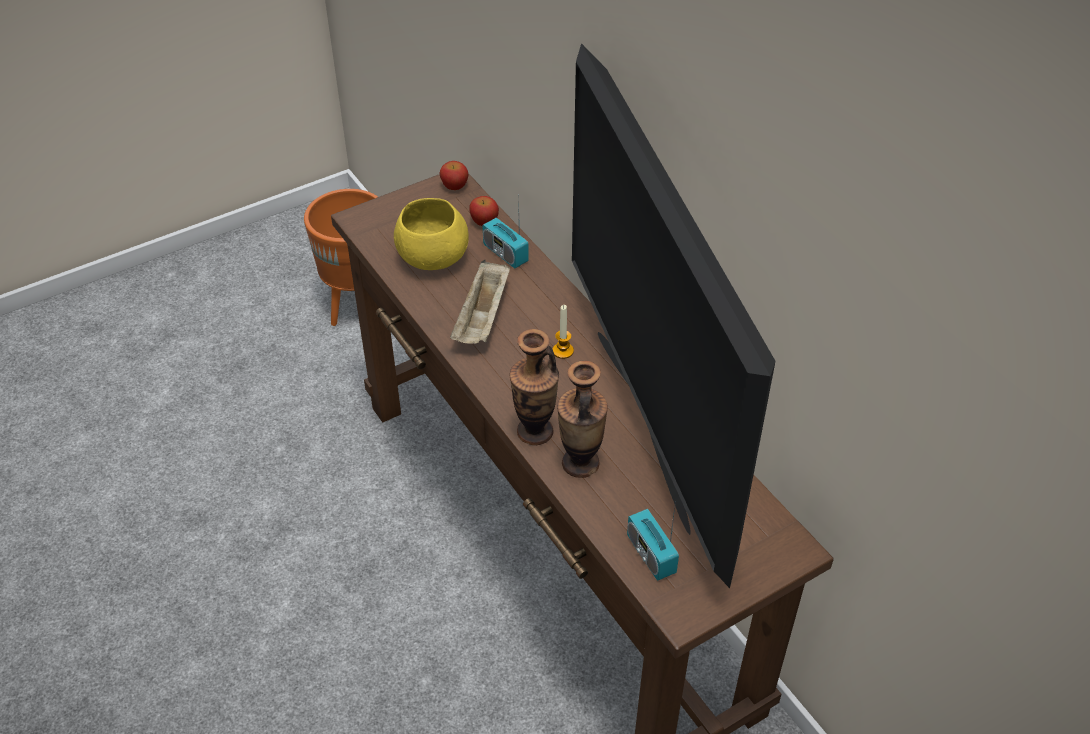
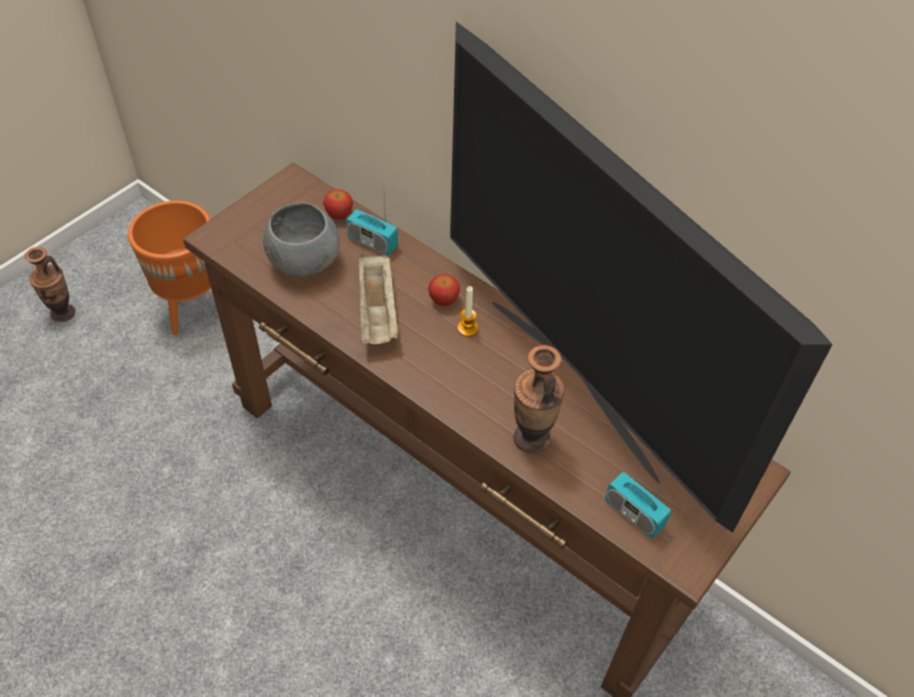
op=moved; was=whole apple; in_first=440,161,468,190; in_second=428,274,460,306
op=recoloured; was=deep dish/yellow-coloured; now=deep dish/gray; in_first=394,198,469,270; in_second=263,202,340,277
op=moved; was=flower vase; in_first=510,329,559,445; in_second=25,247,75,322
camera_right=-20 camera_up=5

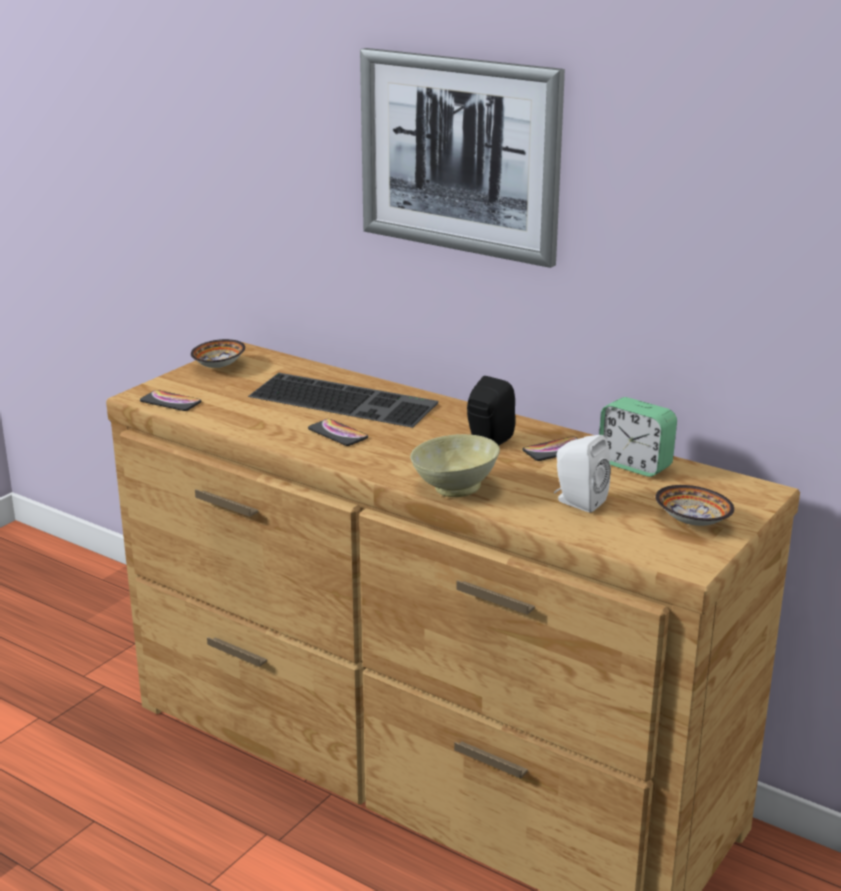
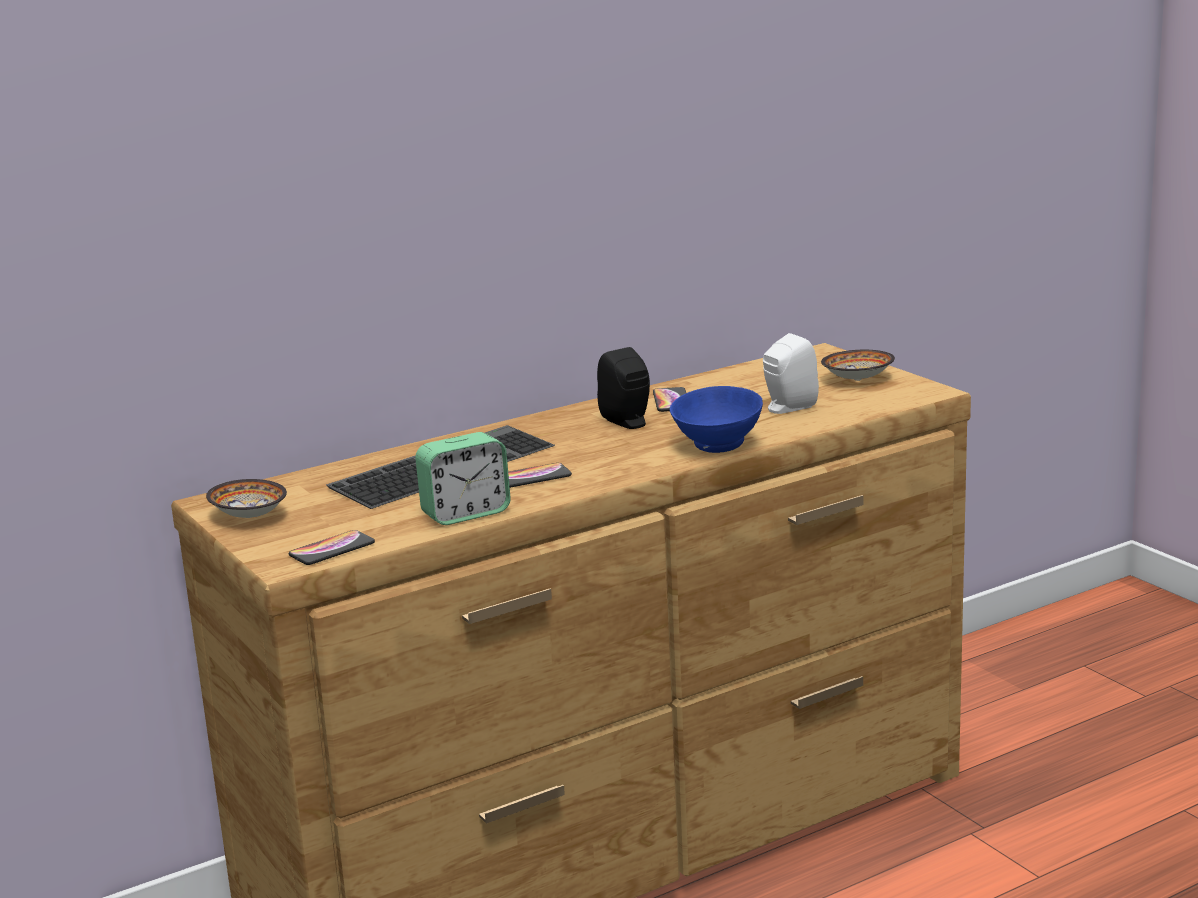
op=removed; was=wall picture; in_first=360,48,565,268
op=moved; was=table clock; in_first=599,397,677,477; in_second=415,432,511,525
op=recoloured; was=deep dish/beige-coloured; now=deep dish/blue; in_first=410,434,500,497; in_second=670,386,763,453
camera_right=-65 camera_up=-5

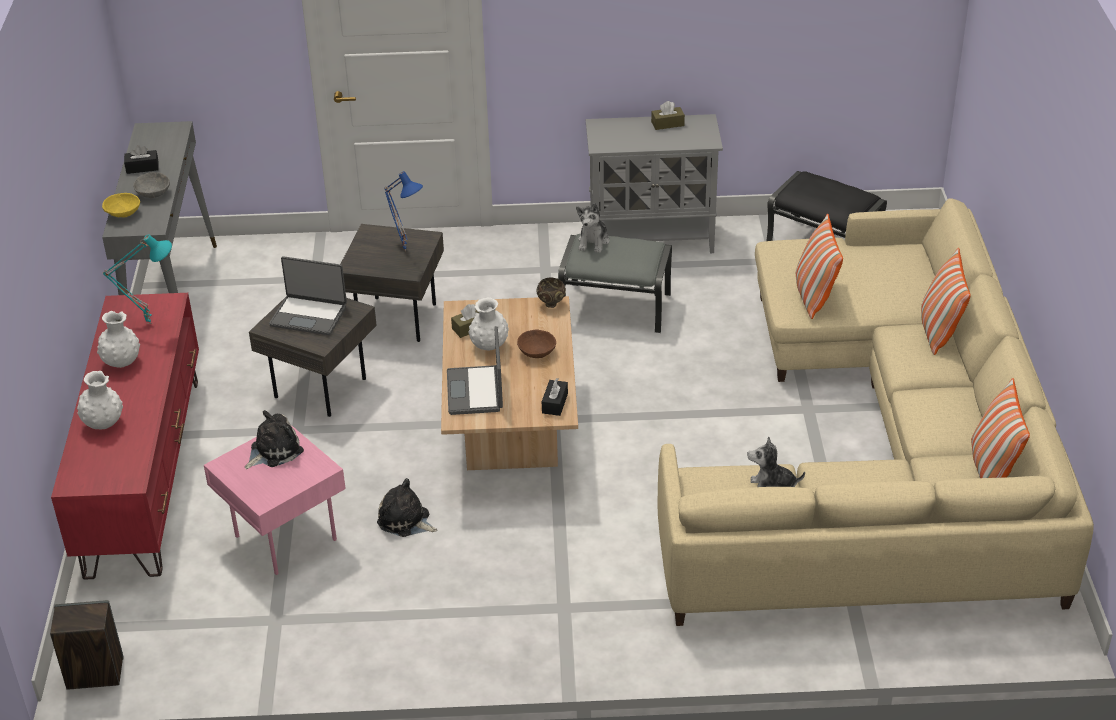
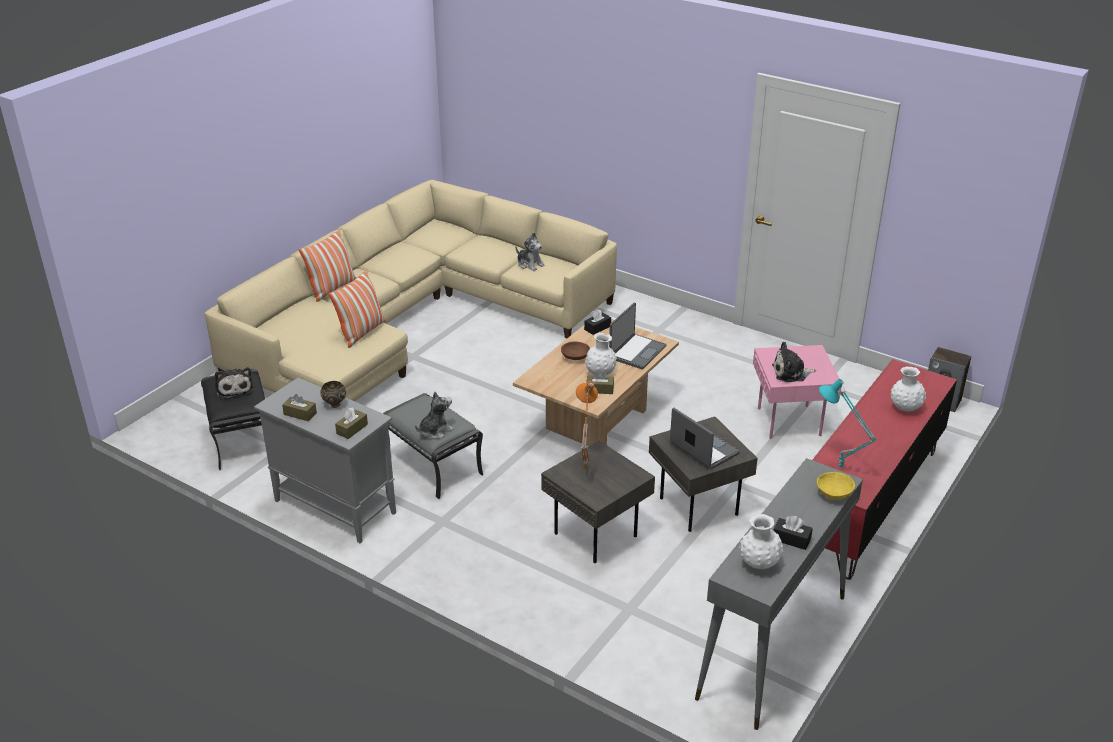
op=recoloured; was=table lamp/blue; now=table lamp/orangey; in_first=384,171,423,251; in_second=576,381,598,471
op=removed; was=deep dish/gray; in_first=133,172,170,198
op=moved; was=deep dish/brownish; in_first=537,278,566,308; in_second=320,381,346,408
op=moved; was=flower vase/white; in_first=97,311,140,368; in_second=739,514,784,569
op=removed; was=cushion; in_first=971,378,1030,478
op=moved; was=plush toy; in_first=377,478,437,537; in_second=215,367,254,400
op=added; now=tissue holder/brownish; in_second=335,408,368,439
camera_right=-145 camera_up=-5

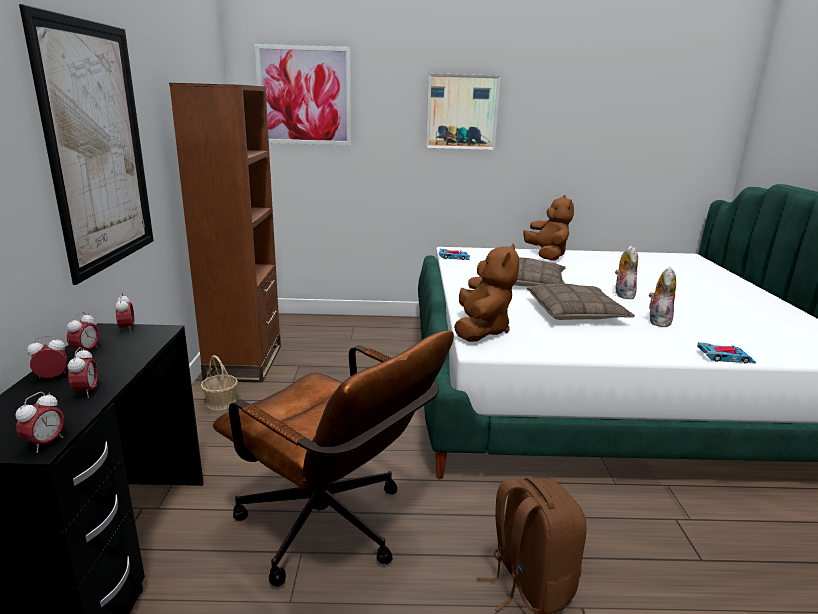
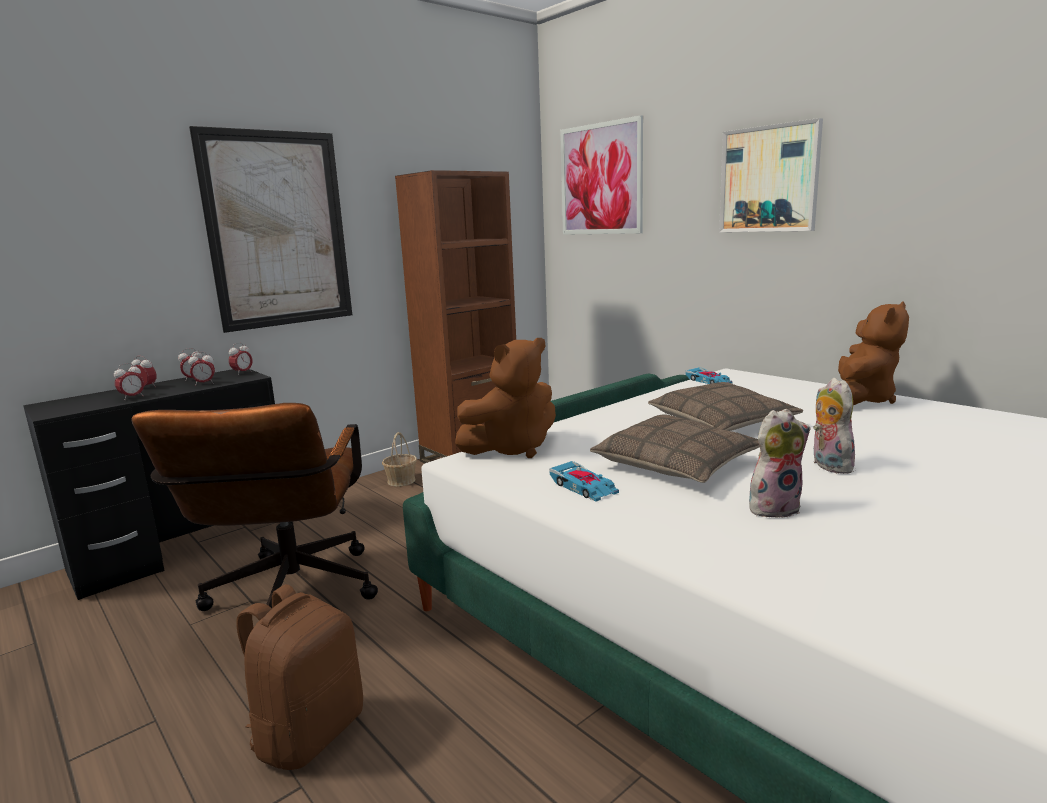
op=turned; was=plush toy; in_first=615,246,638,299; in_second=813,378,858,474; clockwise=-60
op=moved; was=toy car; in_first=697,342,756,363; in_second=549,461,619,502
op=moved; was=table clock; in_first=15,392,64,453; in_second=188,352,215,386
camera_right=50 camera_up=-5

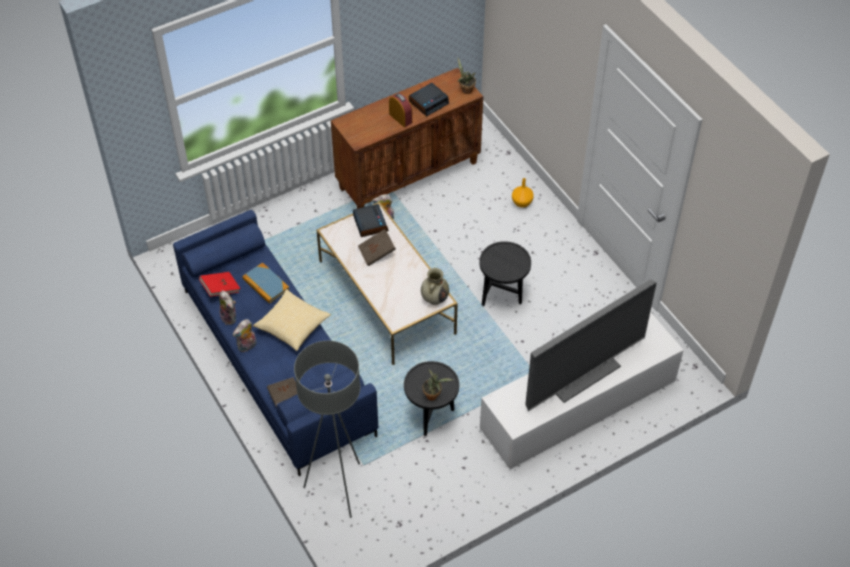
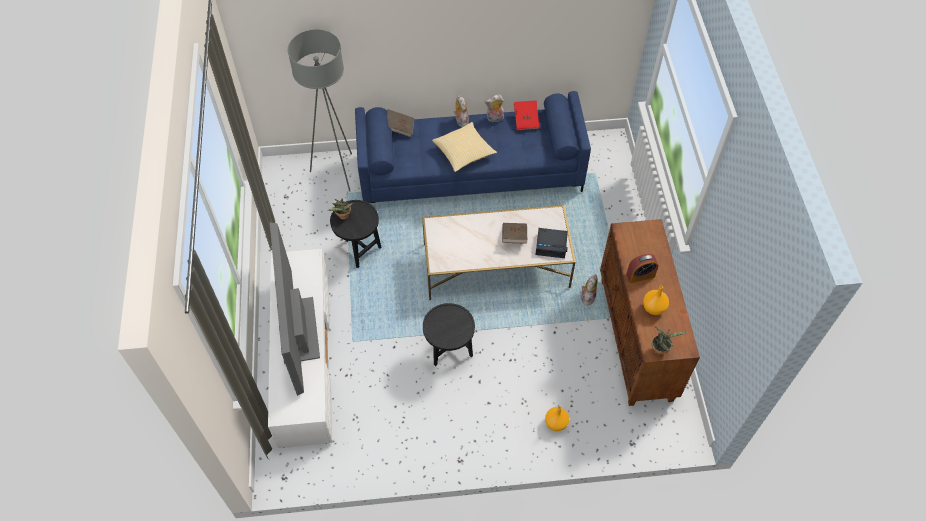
op=replaced; was=table clock; now=flower vase/orangey; in_first=409,83,449,117; in_second=643,286,669,315
op=removed; was=volume; in_first=242,263,290,304
op=removed; was=flower vase/beige-coloured; in_first=421,268,449,305
camera_right=115 camera_up=5

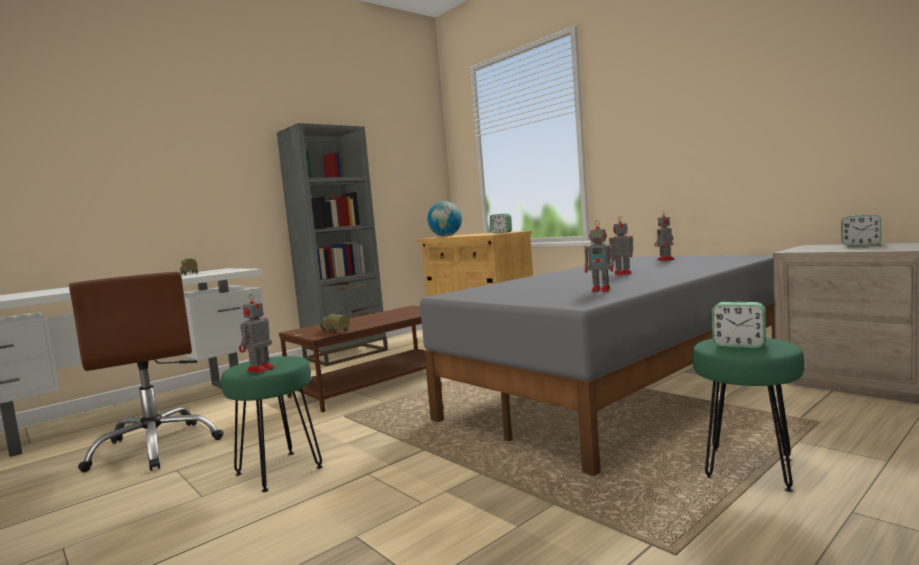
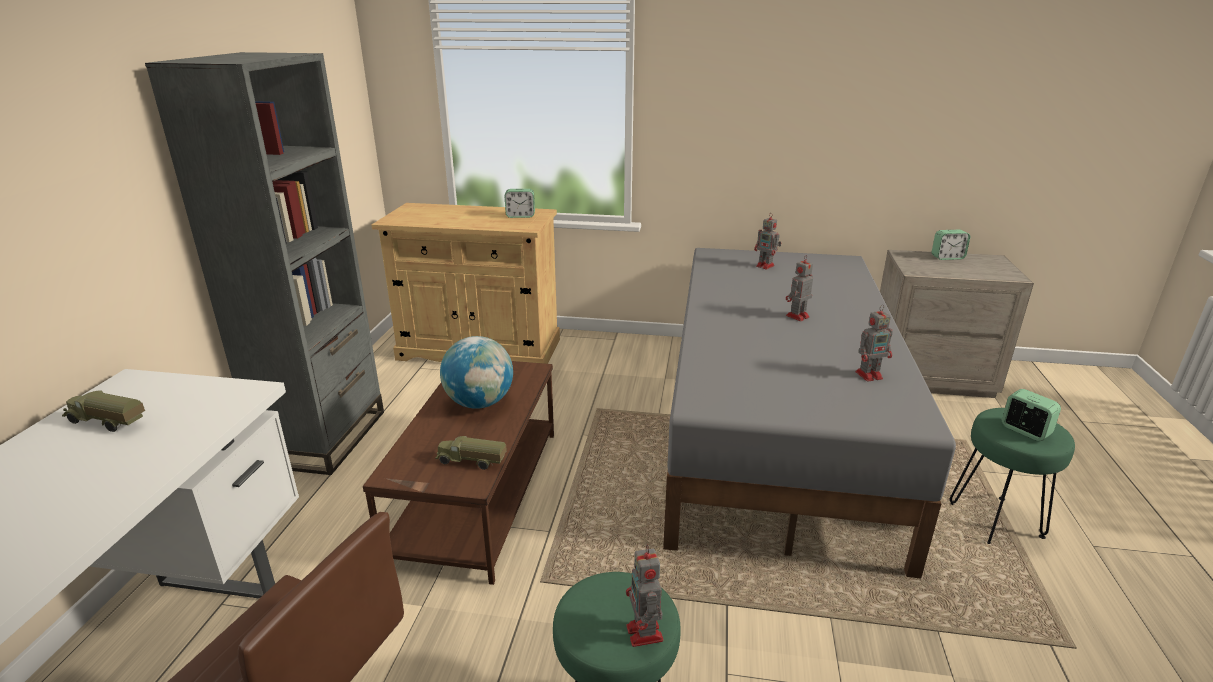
op=moved; was=globe; in_first=427,201,462,236; in_second=440,336,513,409
op=turned; was=table clock; in_first=712,302,766,348; in_second=1002,389,1061,441; clockwise=-120
camera_right=-40 camera_up=20

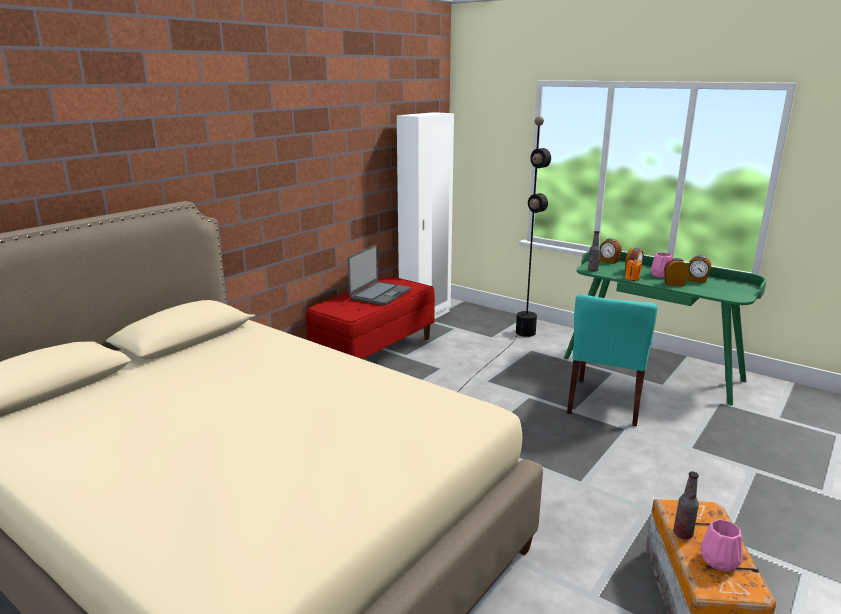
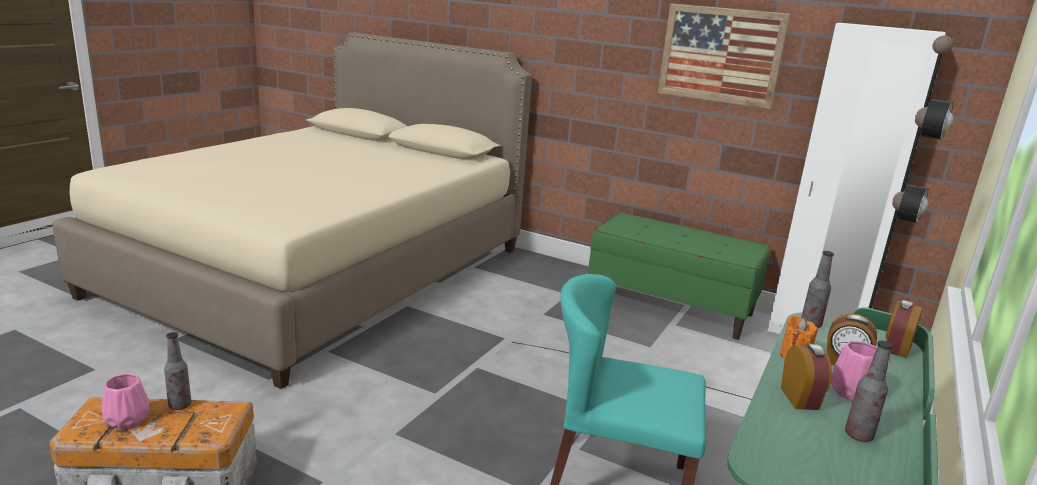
op=removed; was=portable computer; in_first=348,244,411,306
op=replaced; was=table clock; now=drink bottle; in_first=688,255,711,283; in_second=845,341,893,442
op=recoloured; was=long seat/reddish; now=long seat/green-coloured; in_first=306,276,435,359; in_second=588,212,770,340
op=added; now=wall picture; in_second=658,3,790,109
camera_right=80 camera_up=0

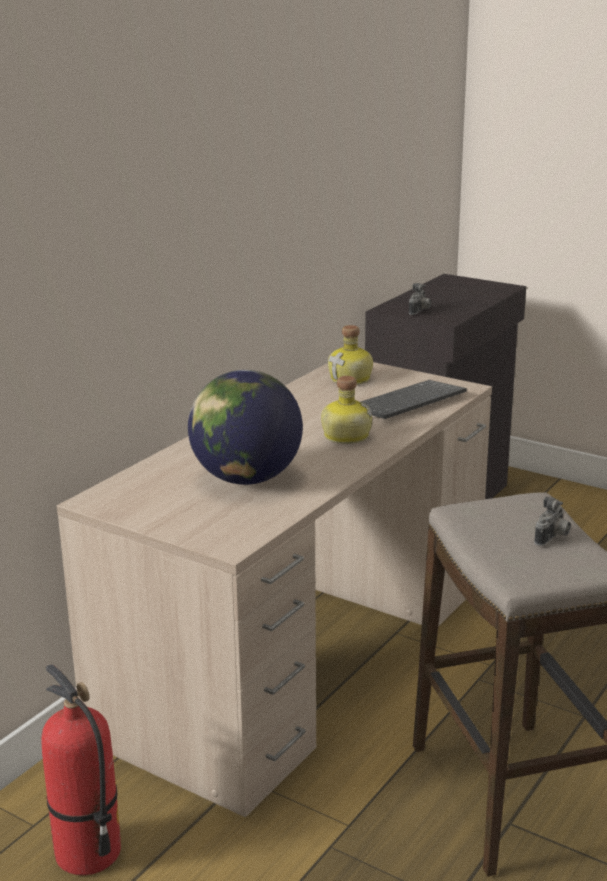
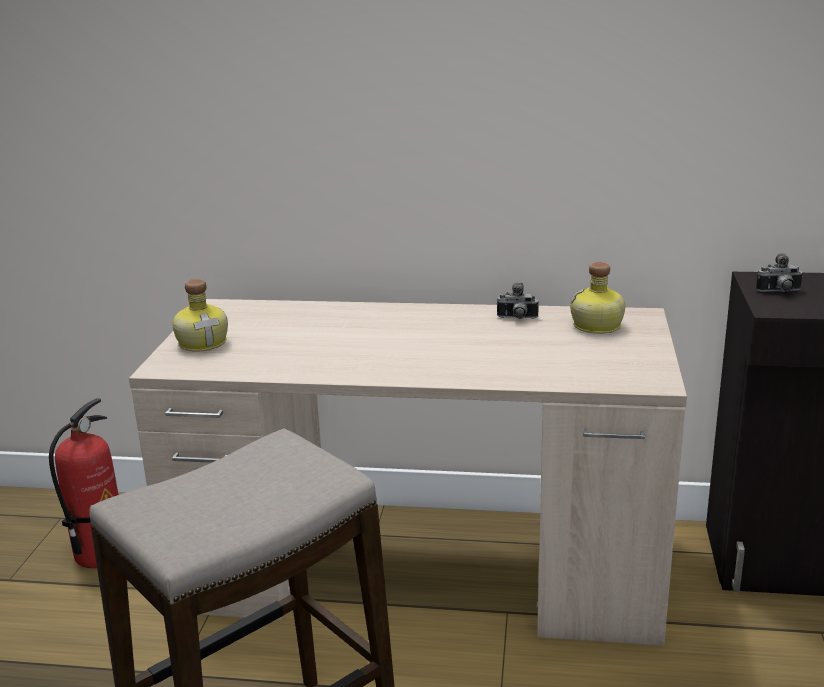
op=removed; was=globe; in_first=188,370,303,485
op=moved; was=drink bottle; in_first=321,376,373,444; in_second=172,279,228,352
op=removed; was=PC keyboard; in_first=361,380,467,419
op=moved; was=photo camera; in_first=534,497,571,546; in_second=496,283,539,319
camera_right=65 camera_up=0

